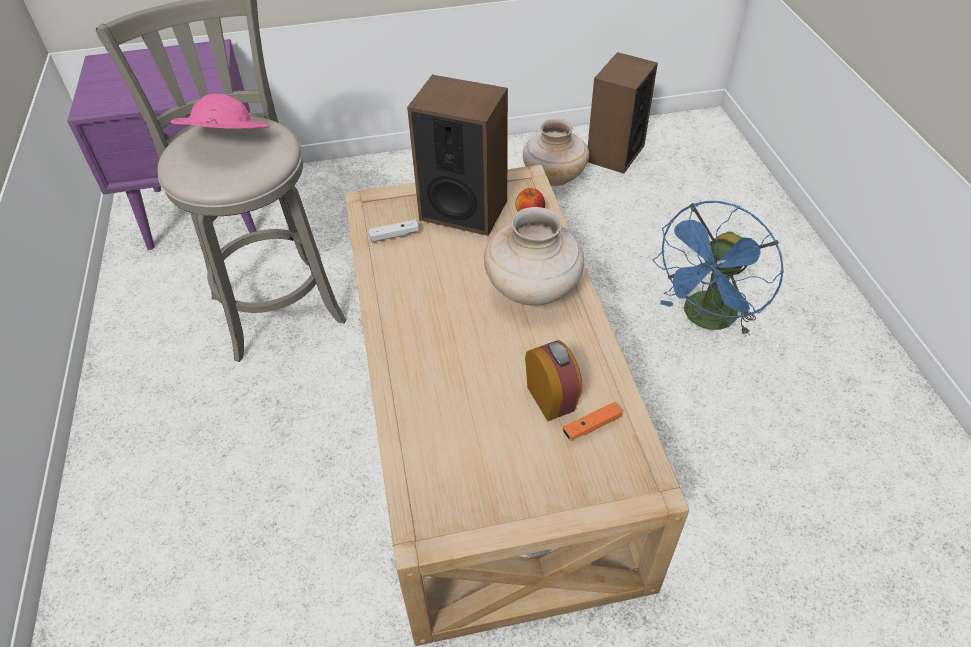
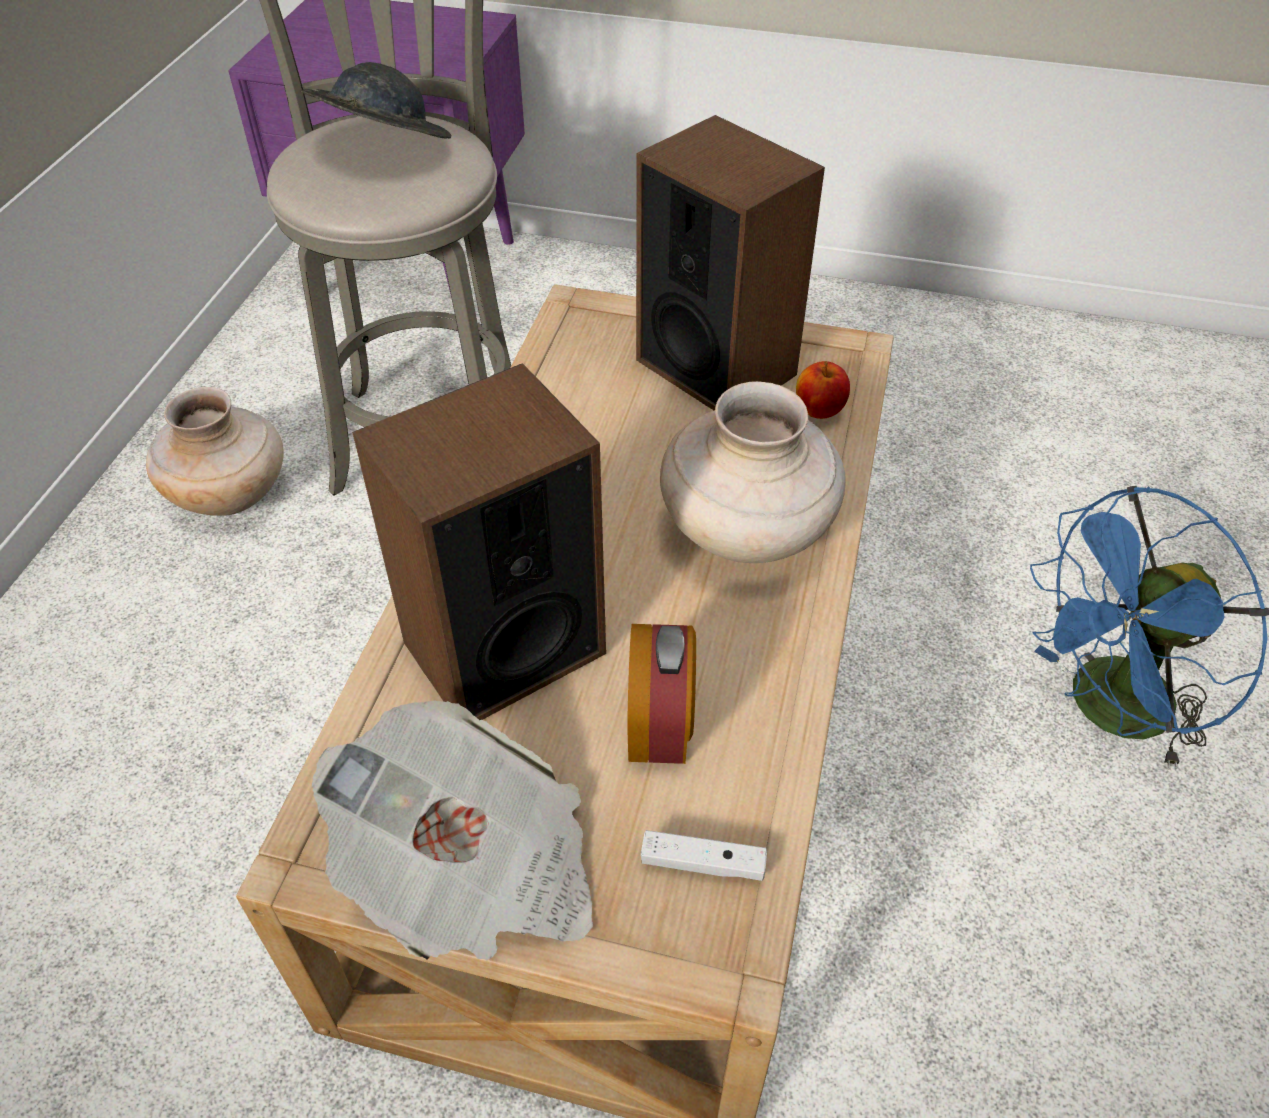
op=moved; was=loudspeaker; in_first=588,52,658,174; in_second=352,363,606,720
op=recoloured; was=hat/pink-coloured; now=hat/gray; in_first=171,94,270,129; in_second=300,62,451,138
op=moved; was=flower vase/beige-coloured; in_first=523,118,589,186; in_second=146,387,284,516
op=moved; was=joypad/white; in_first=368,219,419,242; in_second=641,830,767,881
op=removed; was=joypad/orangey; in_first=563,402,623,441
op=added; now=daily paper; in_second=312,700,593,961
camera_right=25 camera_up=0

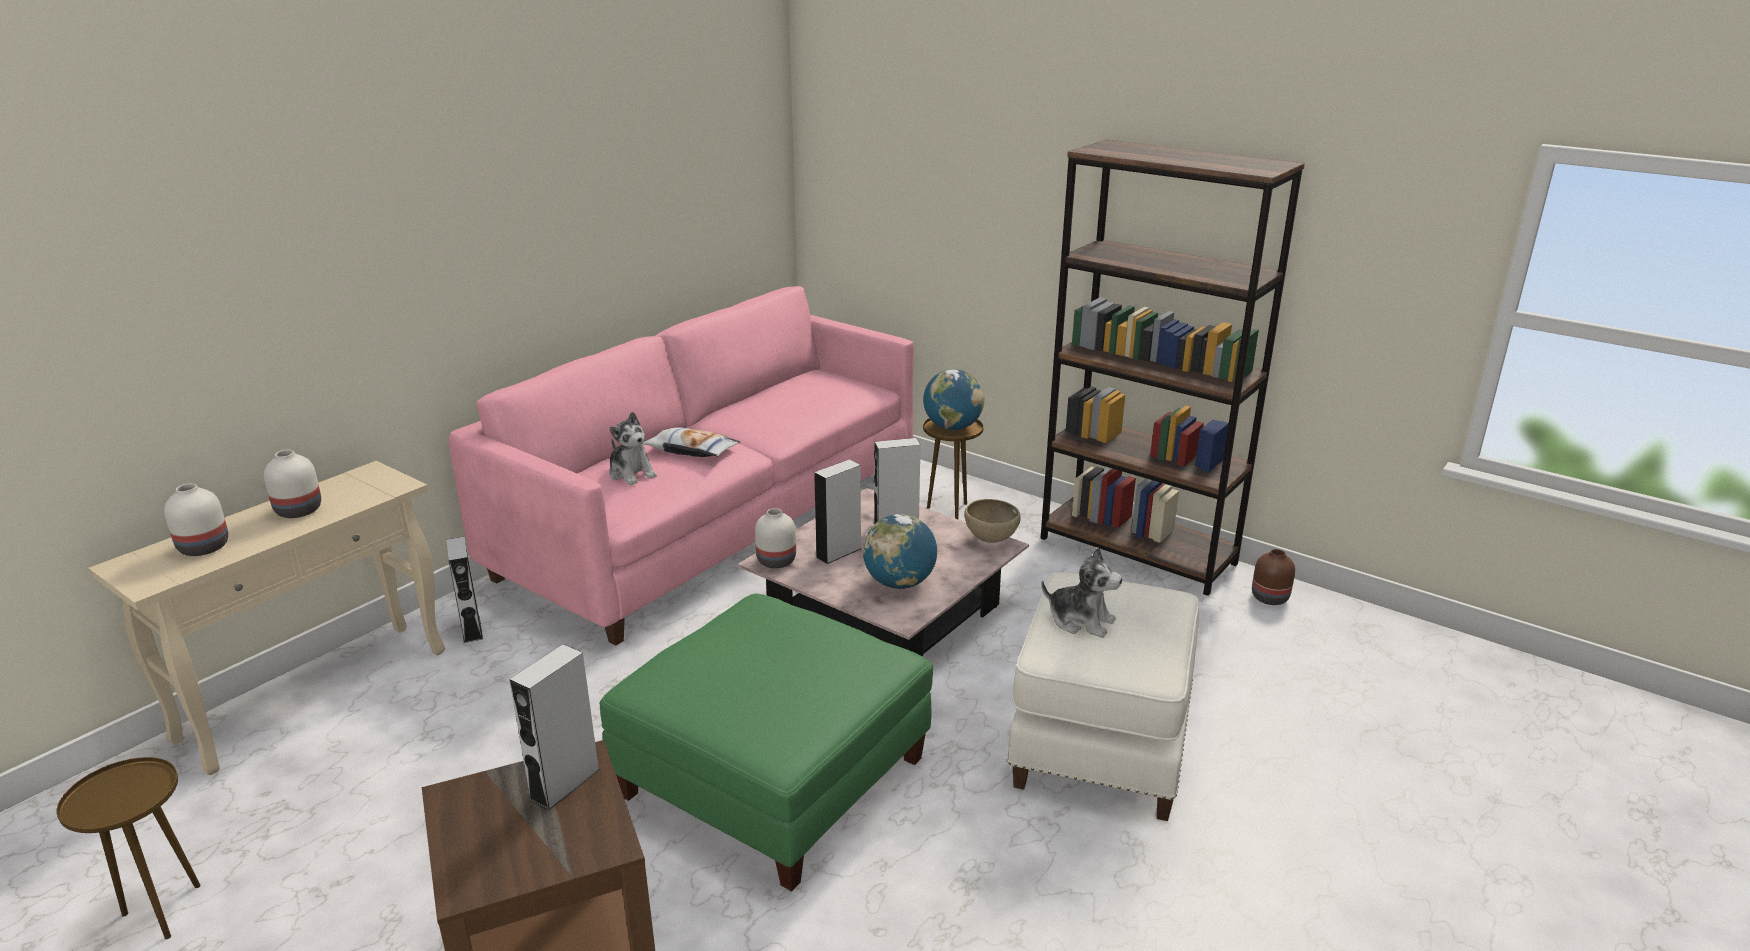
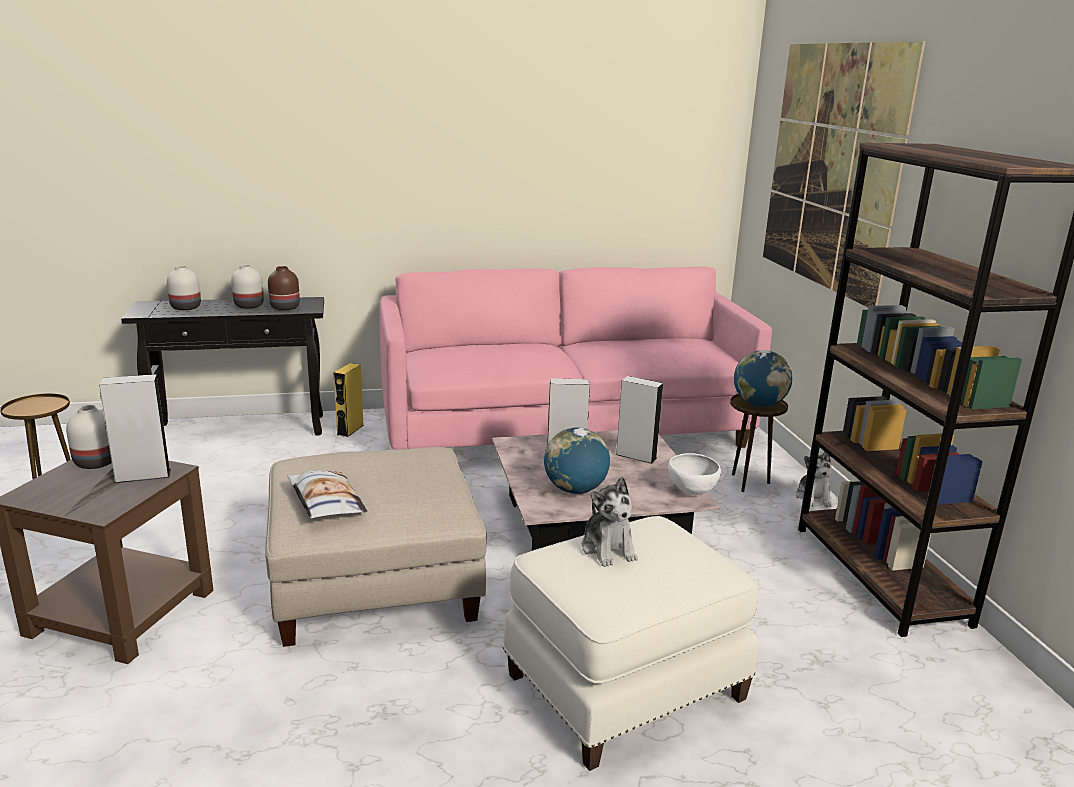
op=moved; was=plush toy; in_first=609,412,657,485; in_second=796,452,833,507
op=moved; was=cushion; in_first=643,427,740,457; in_second=287,470,367,519
op=recoloured; was=hall table/beige-coloured; now=hall table/black-coloured; in_first=89,461,445,775; in_second=121,297,324,436
op=recoloured; was=deep dish/brownish; now=deep dish/white; in_first=964,499,1021,543; in_second=668,453,721,495
op=moved; was=flower vase/white; in_first=755,508,796,568; in_second=66,405,112,469
op=recoloured; was=loudspeaker/gray; now=loudspeaker/yellow-coloured; in_first=446,537,483,643; in_second=333,363,364,437
op=moved; was=flower vase/brownish; in_first=1252,549,1295,605; in_second=268,266,300,310
op=recoloured; was=ottoman/green-coloured; now=ottoman/beige-coloured; in_first=600,593,933,891; in_second=265,447,487,647
op=added; now=wall picture; in_second=763,41,925,307
camera_right=40 camera_up=-5

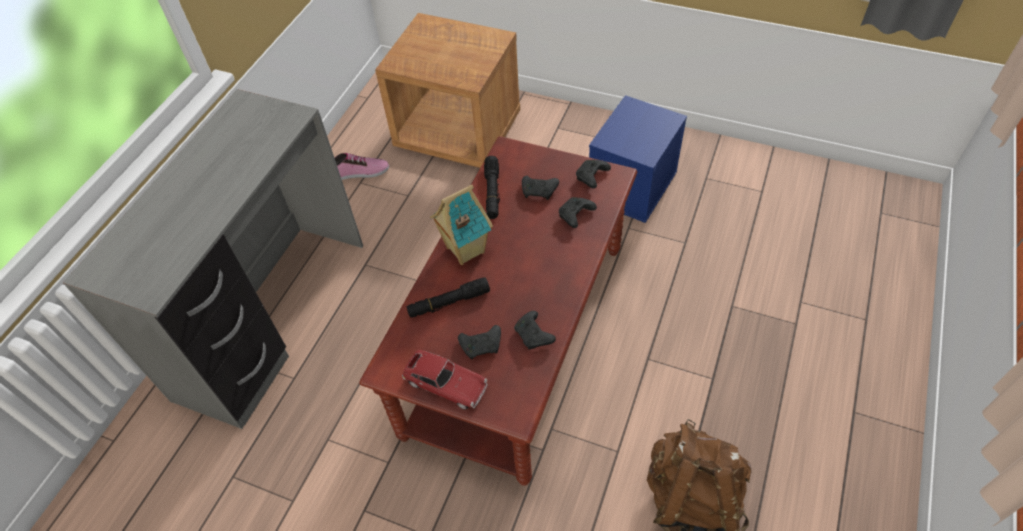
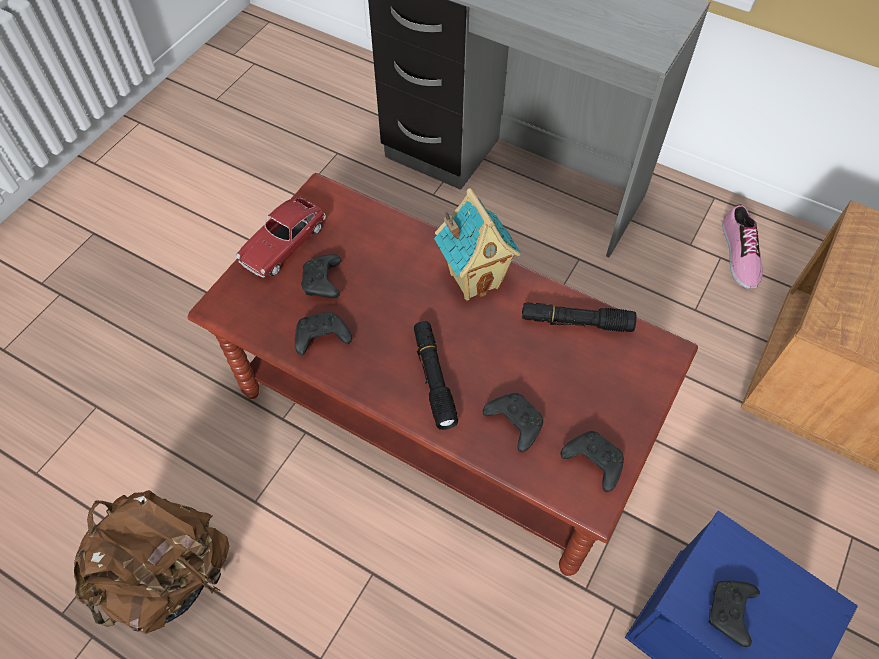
op=moved; was=joypad/black-coloured; in_first=522,176,559,200; in_second=709,581,760,647
op=moved; was=hand torch/black-coloured; in_first=407,277,490,318; in_second=414,321,458,430
camera_right=95 camera_up=5

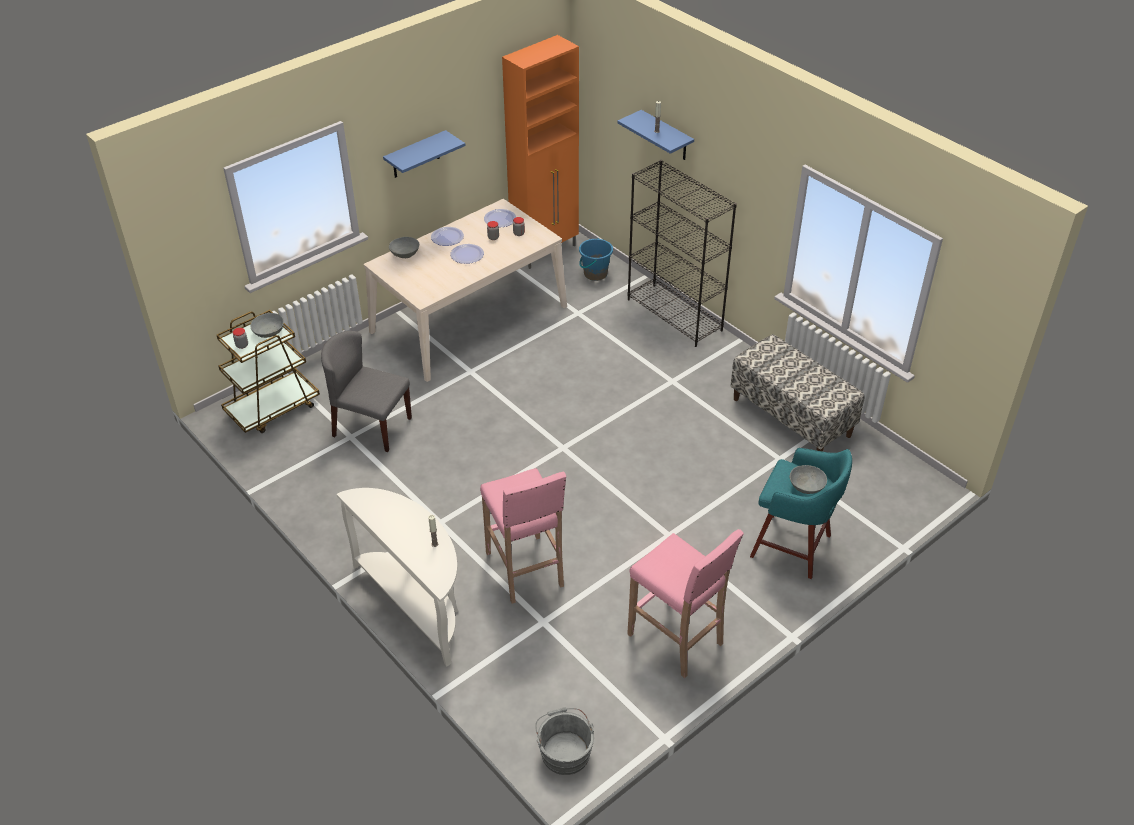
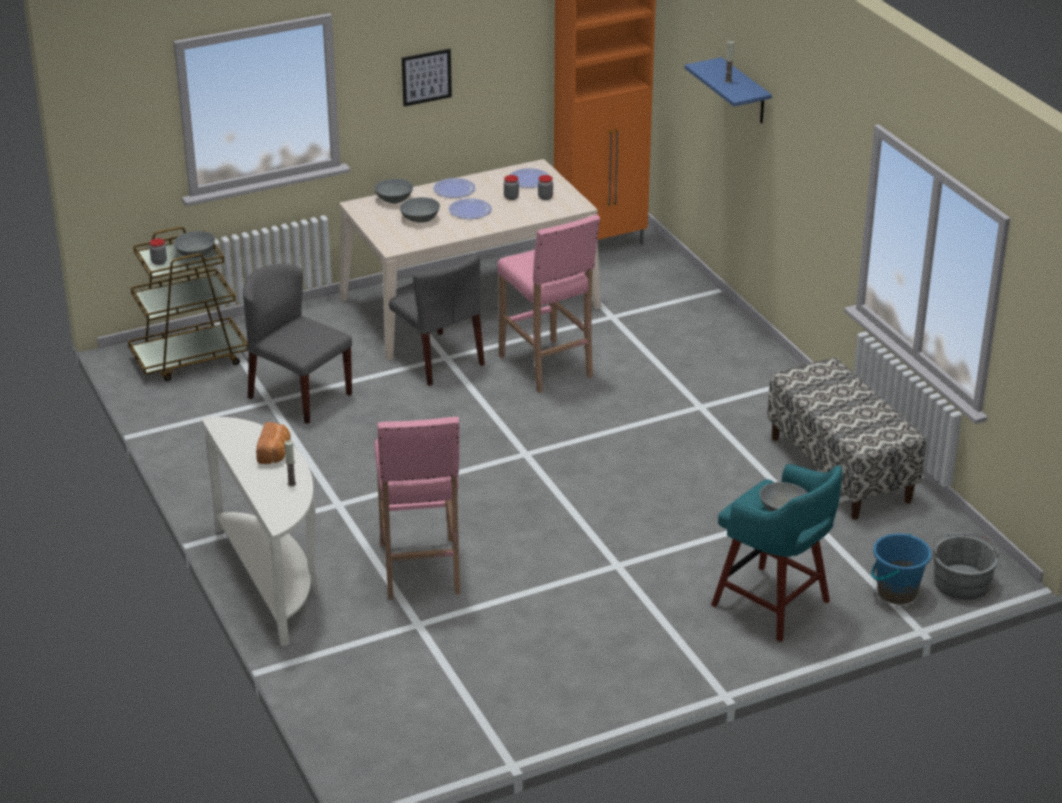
op=replaced; was=wall shelf/blue; now=wall picture; in_first=383,130,465,178; in_second=402,49,452,107
op=removed; was=bookshelf/black-coloured; in_first=627,160,737,347
op=moved; was=pail/blue; in_first=579,238,613,281; in_second=871,533,932,604
op=moved; was=stool/pink-coloured; in_first=627,529,744,678; in_second=497,215,600,393
op=moved; was=pail/gray; in_first=535,707,594,775; in_second=932,532,999,600
op=added; now=deep dish/gray; in_second=400,197,440,223
op=added; now=upright chair/gray; in_second=382,253,485,386
op=added; now=baked bread; in_second=256,422,290,464
camera_right=15 camera_up=-10

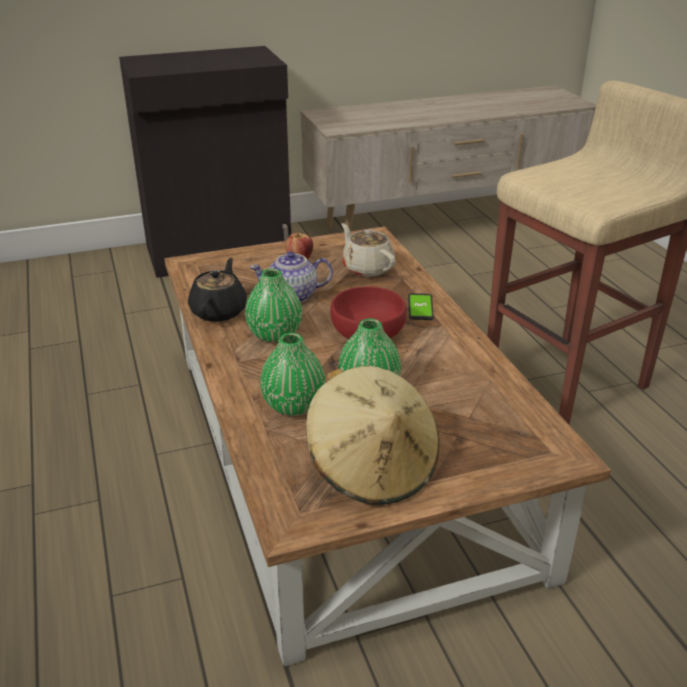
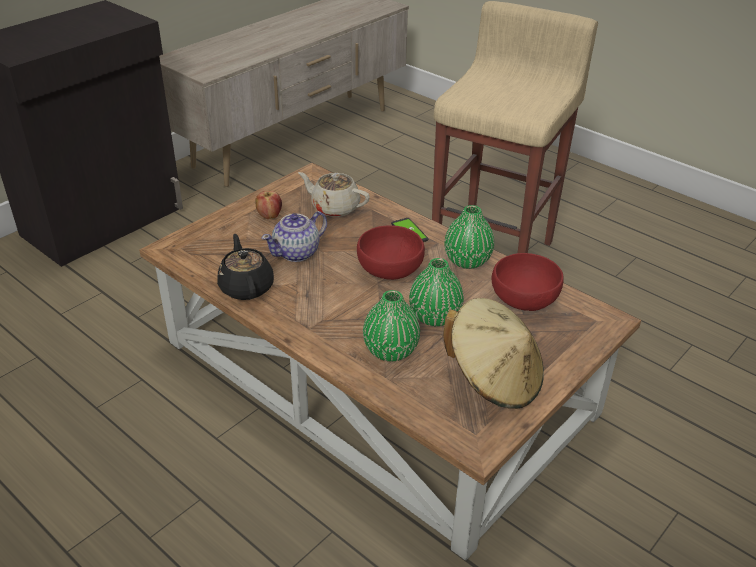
op=moved; was=flower vase/green-coloured; in_first=245,268,302,343; in_second=444,205,494,269
op=added; now=deep dish/reddish; in_second=492,253,564,311
camera_right=-30 camera_up=5

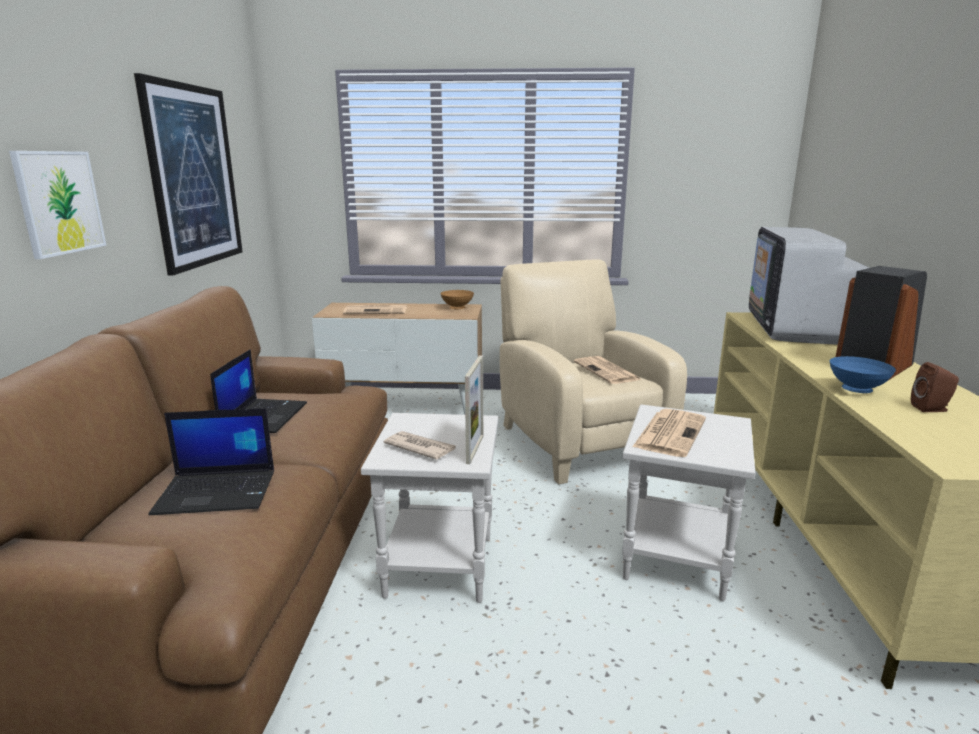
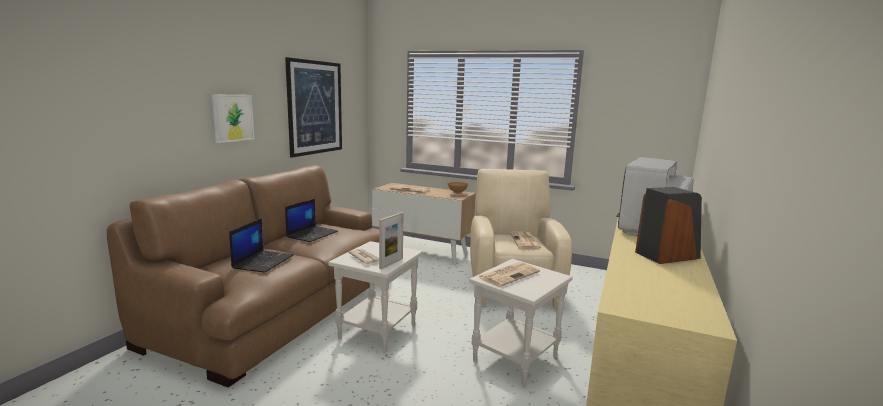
op=removed; was=deep dish/blue; in_first=830,356,896,393
op=removed; was=loudspeaker/brownish; in_first=911,362,959,412
op=turned; was=portable computer; in_first=148,408,274,515; in_second=229,218,293,273; clockwise=-90
camera_right=20 camera_up=-5

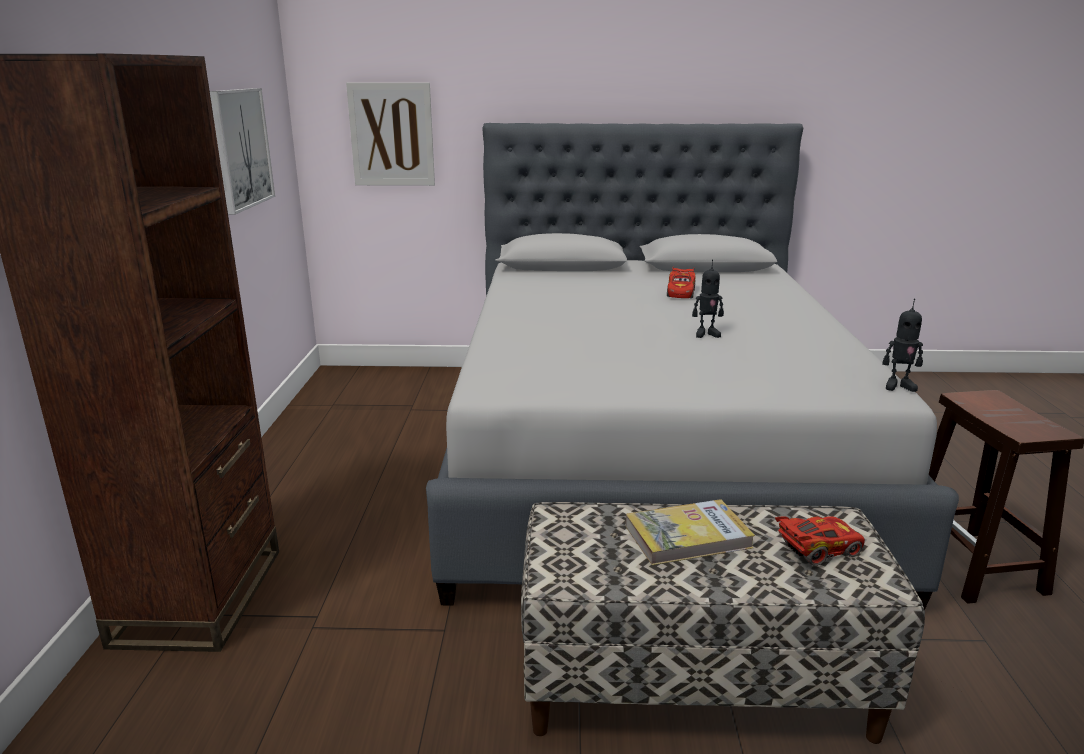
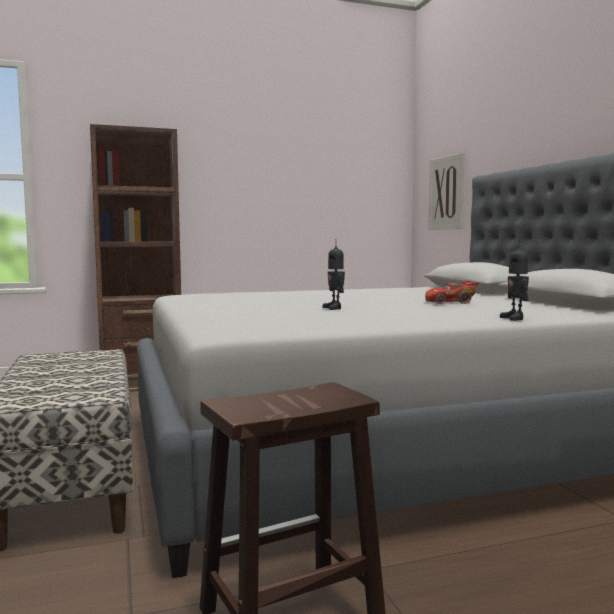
op=removed; was=wall picture; in_first=210,88,275,215
op=moved; was=toy robot; in_first=882,299,923,392; in_second=500,239,529,321
op=removed; was=volume; in_first=626,499,755,565
op=removed; was=toy car/reddish; in_first=775,516,865,566
camera_right=70 camera_up=-15

